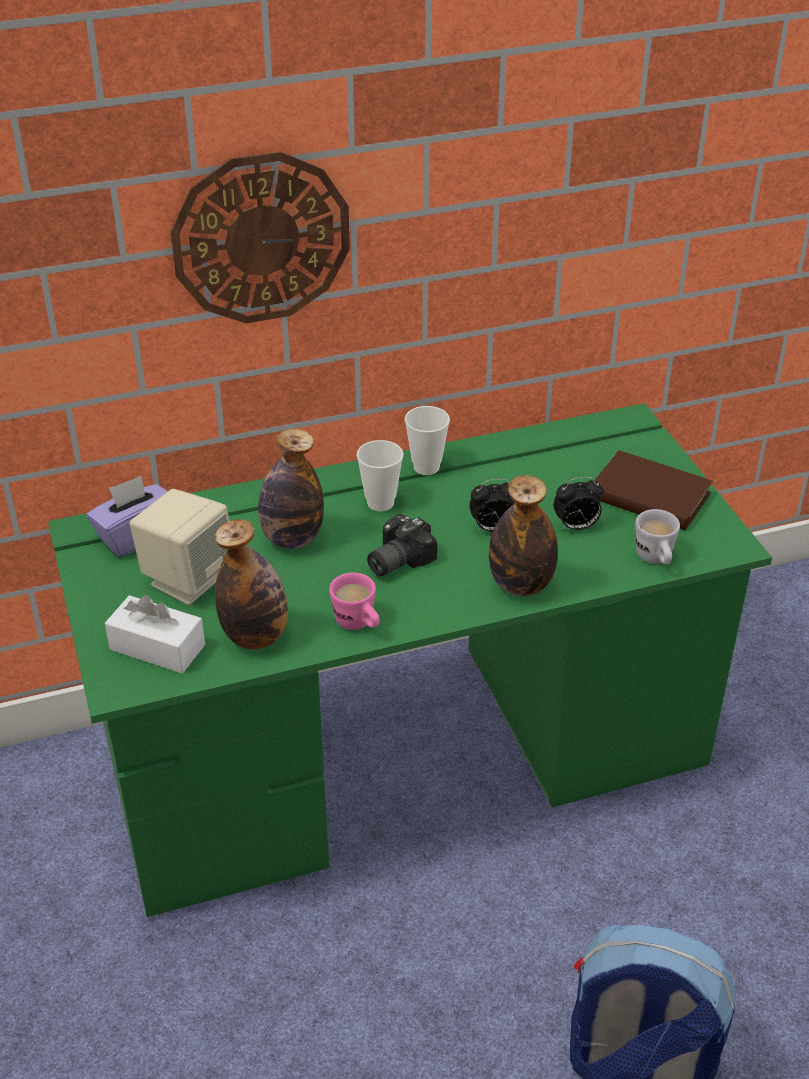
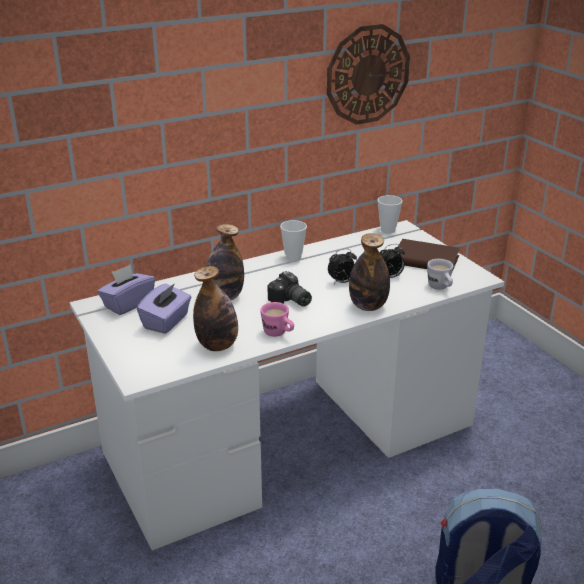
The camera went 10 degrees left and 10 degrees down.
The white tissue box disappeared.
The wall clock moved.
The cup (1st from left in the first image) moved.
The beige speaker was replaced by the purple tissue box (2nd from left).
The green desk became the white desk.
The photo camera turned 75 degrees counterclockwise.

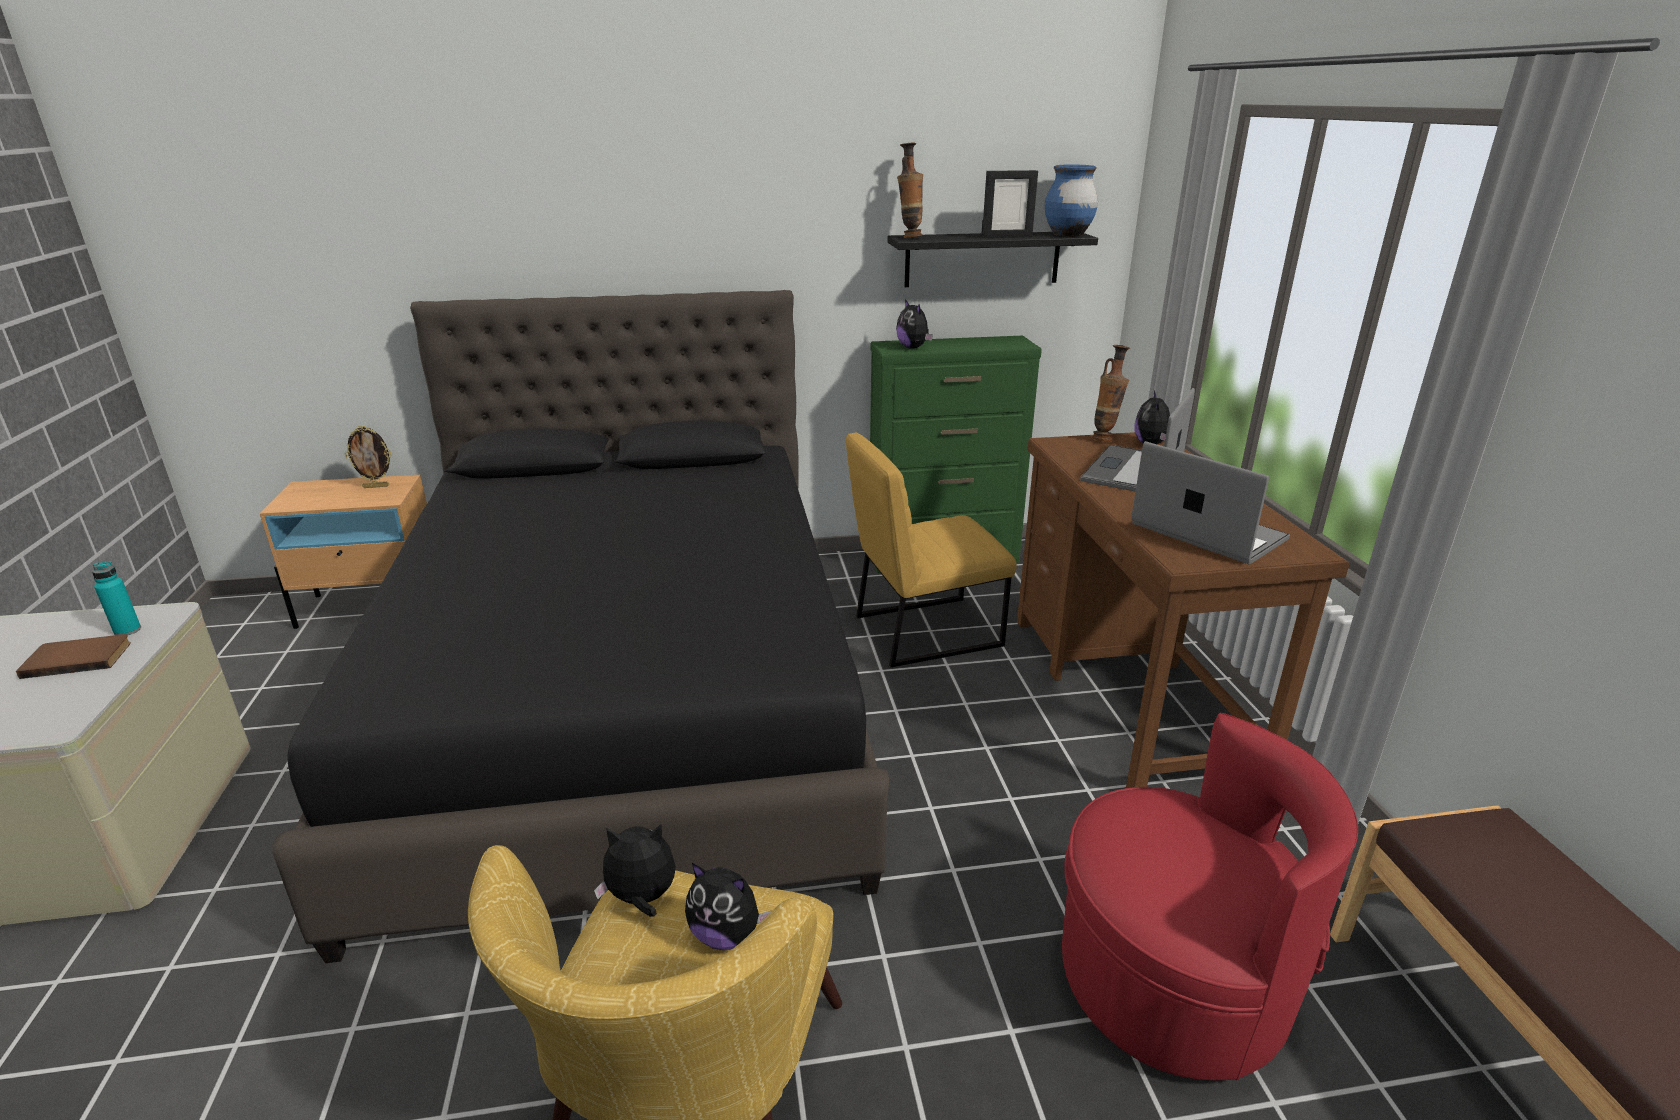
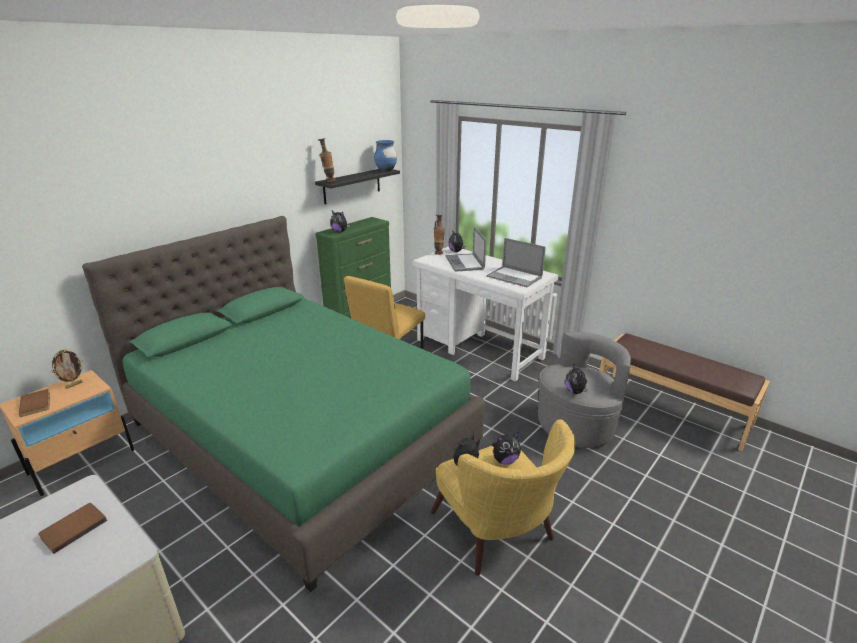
The camera went 40 degrees left and 0 degrees up.
The turquoise bottle disappeared.
The picture frame (2nd from left) disappeared.
The brown book (1st from left) appeared.
The plush toy (5th from left) appeared.
The black bed became the green bed.
The brown desk became the white desk.
The red armchair became the grey armchair.
The laptop (2nd from left) turned 150 degrees counterclockwise.

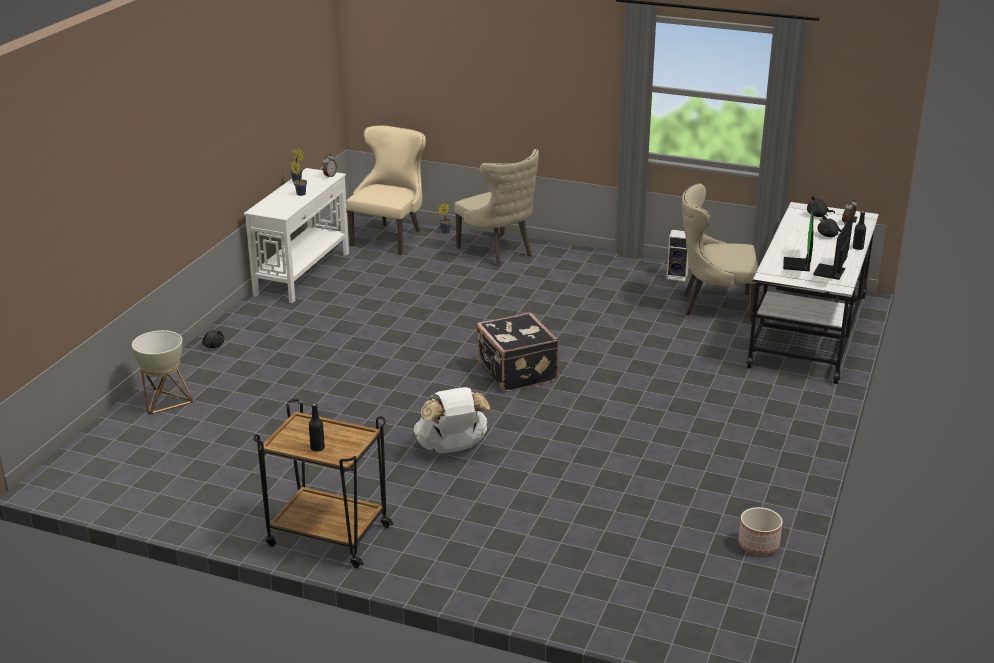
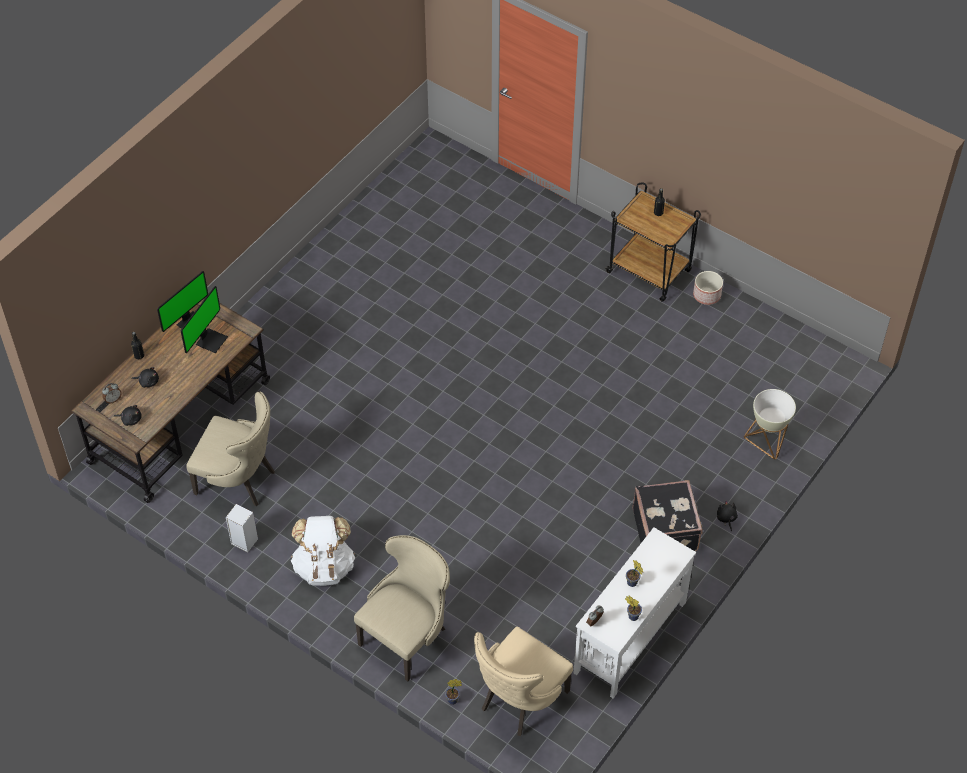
The camera went 165 degrees left and 25 degrees up.
The white backpack moved.
The black suitcase moved.
The planter (2nd from left in the first image) moved.
The white desk became the brown desk.
The beige chair (2nd from left) turned 60 degrees clockwise.

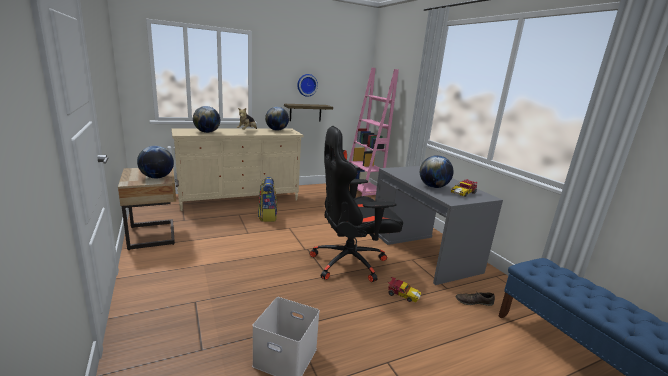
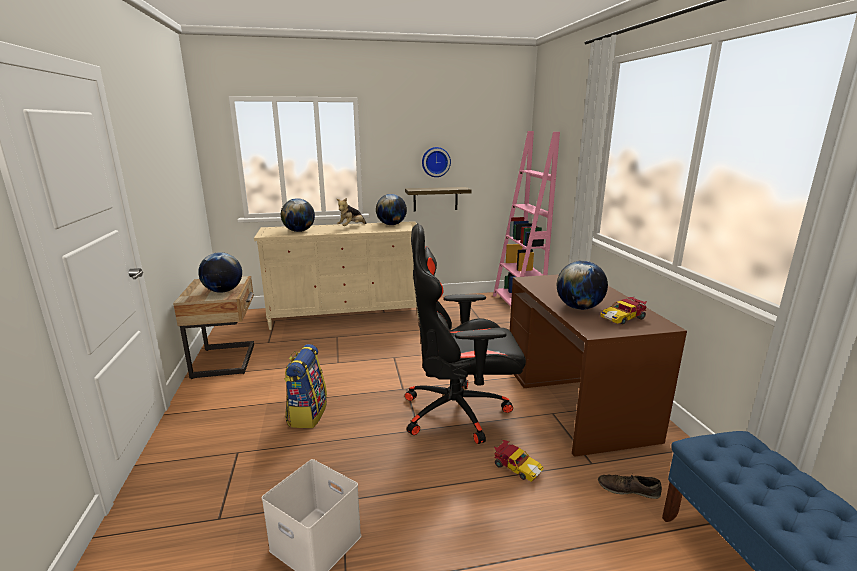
The camera went 15 degrees right and 0 degrees up.
The backpack moved.
The grey desk became the brown desk.

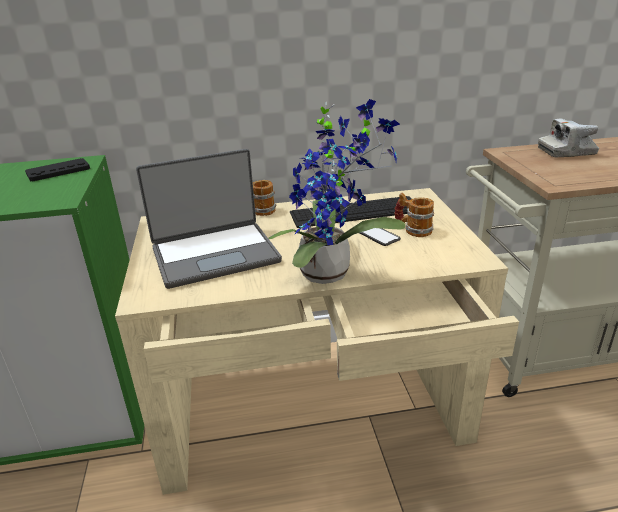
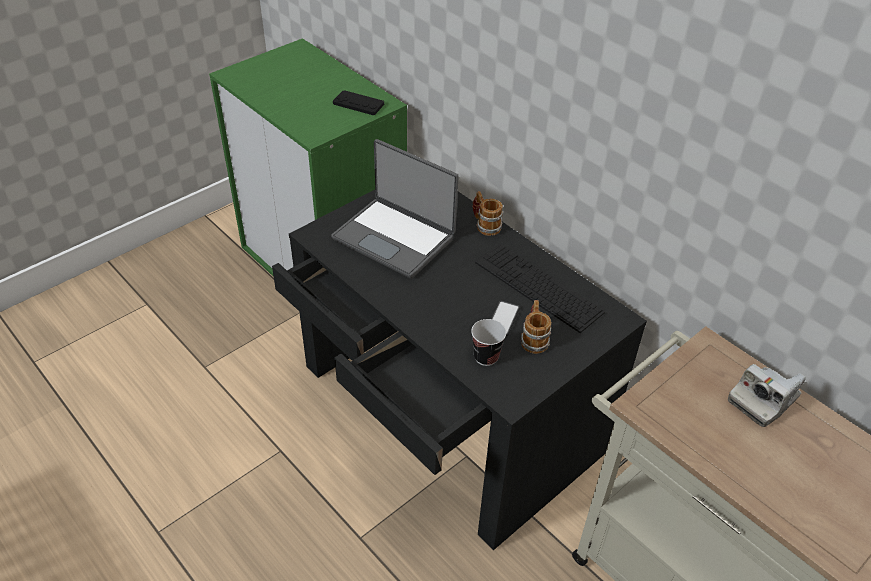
The camera went 55 degrees right and 15 degrees up.
The potted plant disappeared.
The cup appeared.
The beige desk became the black desk.
The photo camera turned 90 degrees counterclockwise.

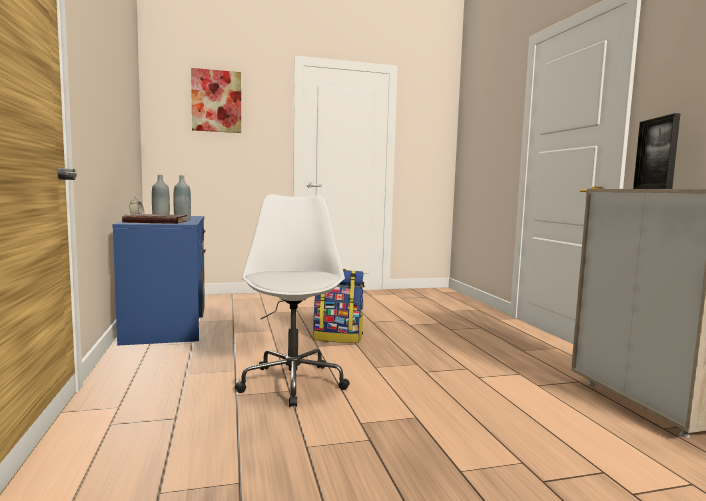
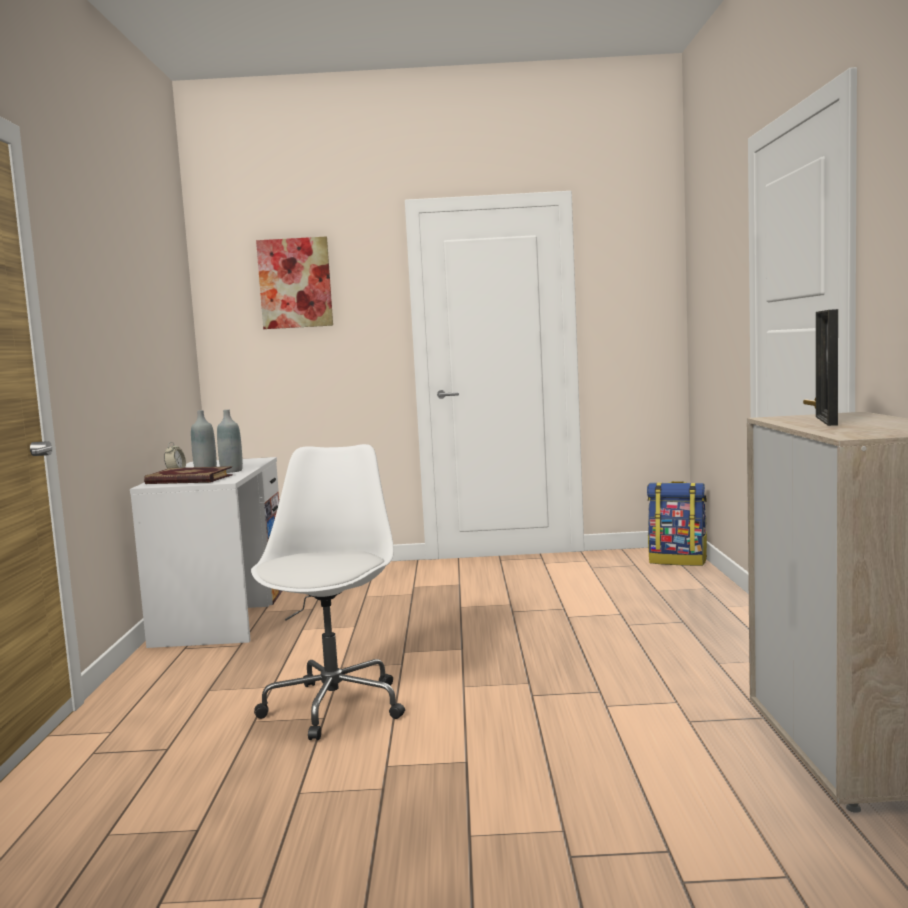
The camera went 15 degrees right and 0 degrees up.
The backpack moved.
The blue desk became the white desk.

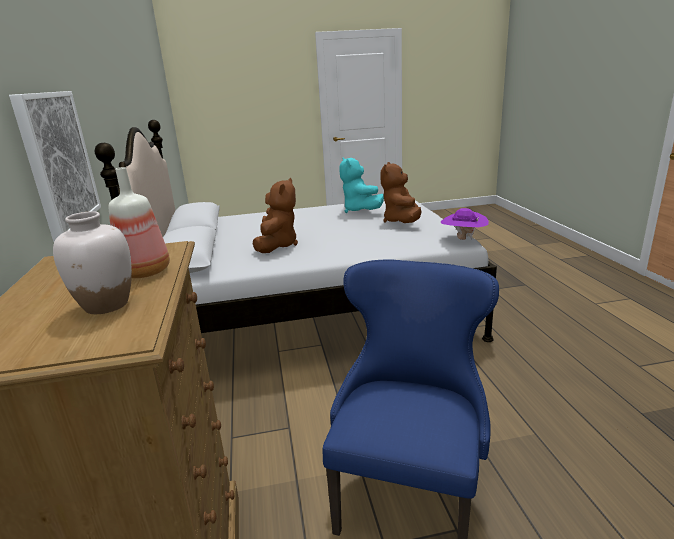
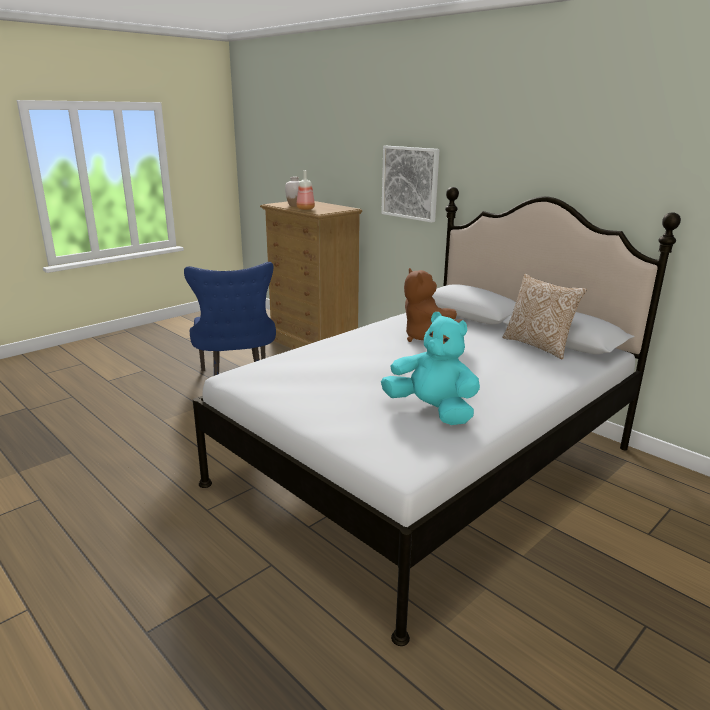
The camera went 145 degrees right and 0 degrees up.
The brown plush toy (2nd from left) disappeared.
The purple hat disappeared.
The pillow appeared.

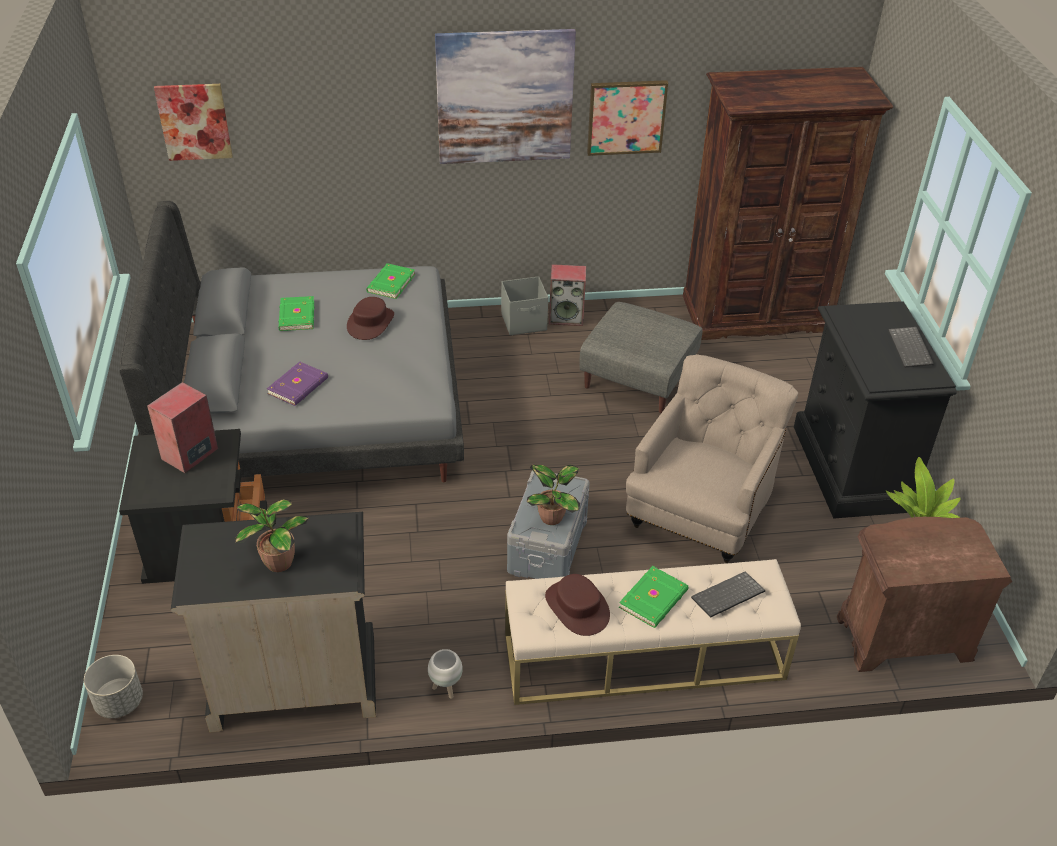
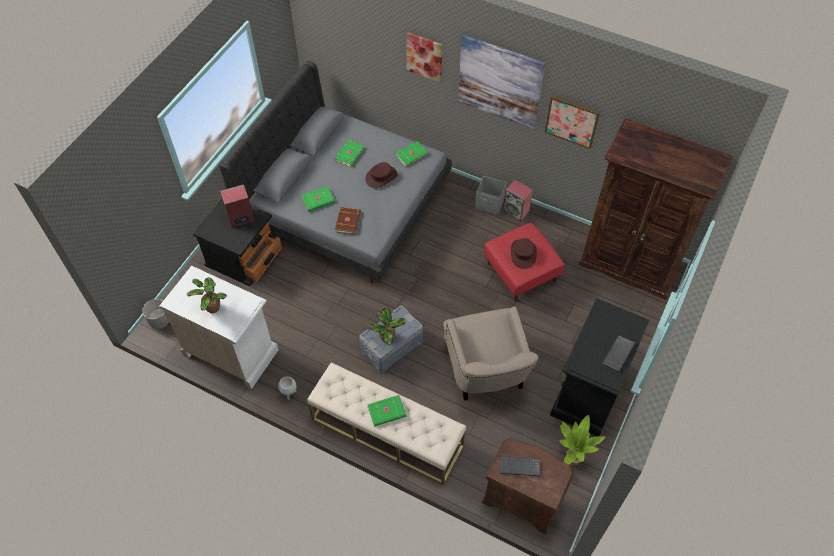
The camera went 35 degrees right and 15 degrees up.
The brown book appeared.
The picture (1st from left) moved.
The brown hat (2nd from left) moved.
The keyboard (1st from left) moved.
The black dresser (1st from left) became the white dresser.
The purple book became the green book (1st from left).
The grey ottoman became the red ottoman.
The beige armchair turned 105 degrees clockwise.

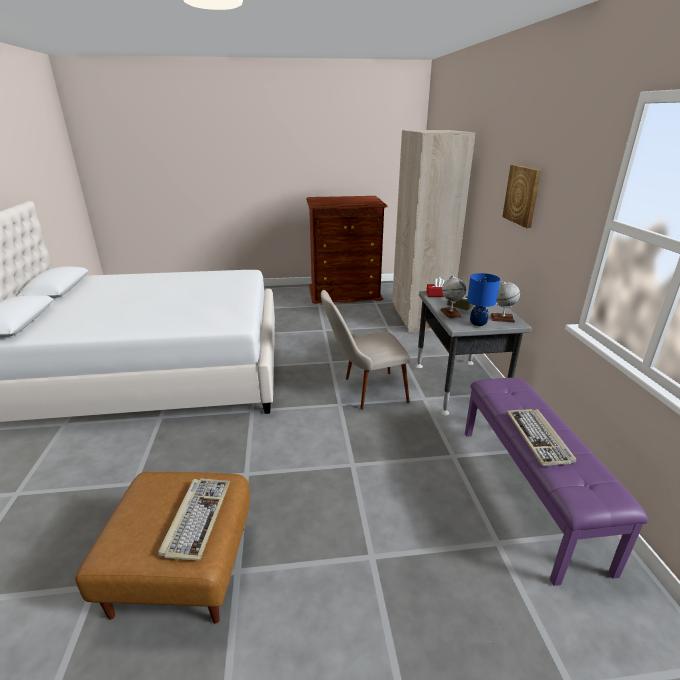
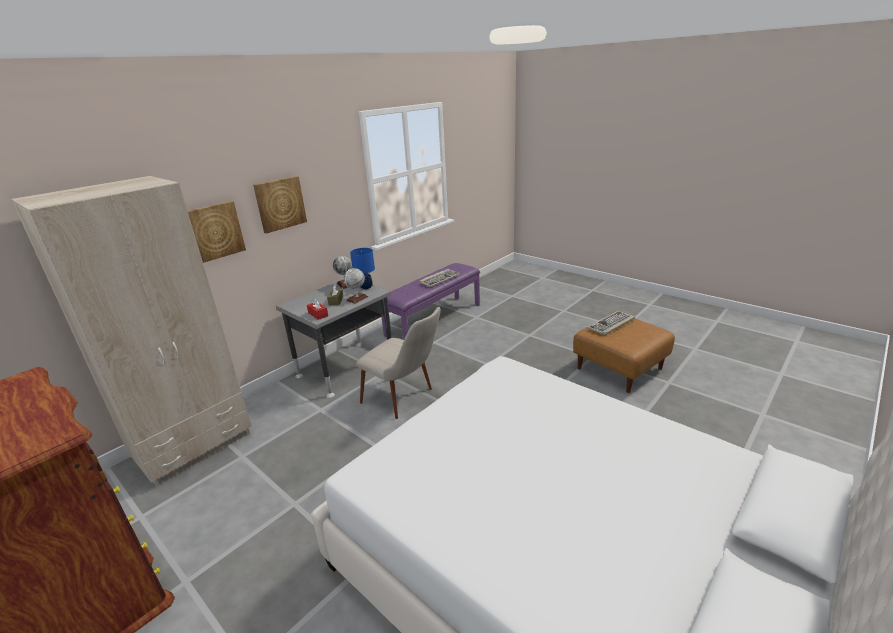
The camera went 130 degrees left and 0 degrees up.
The picture (1st from left) appeared.

